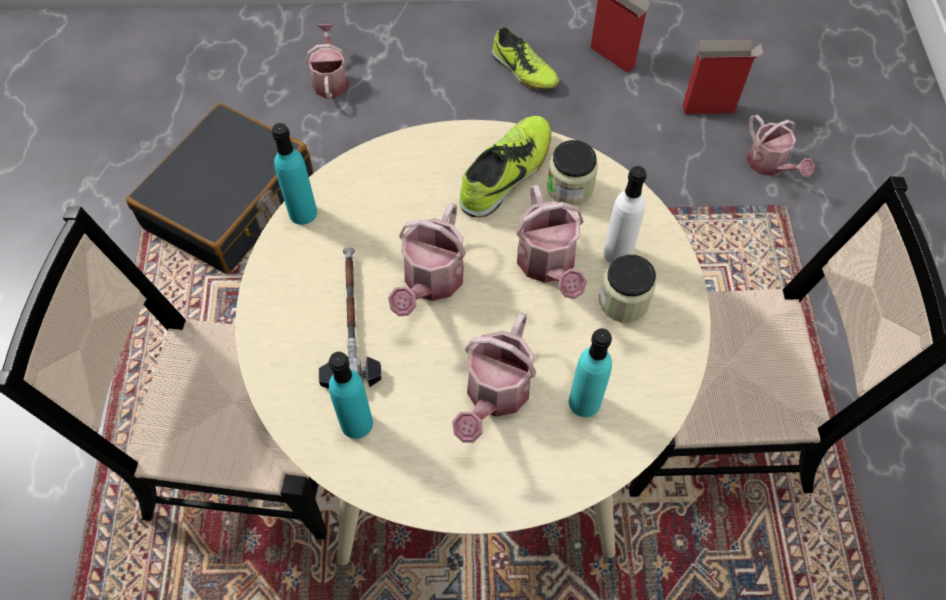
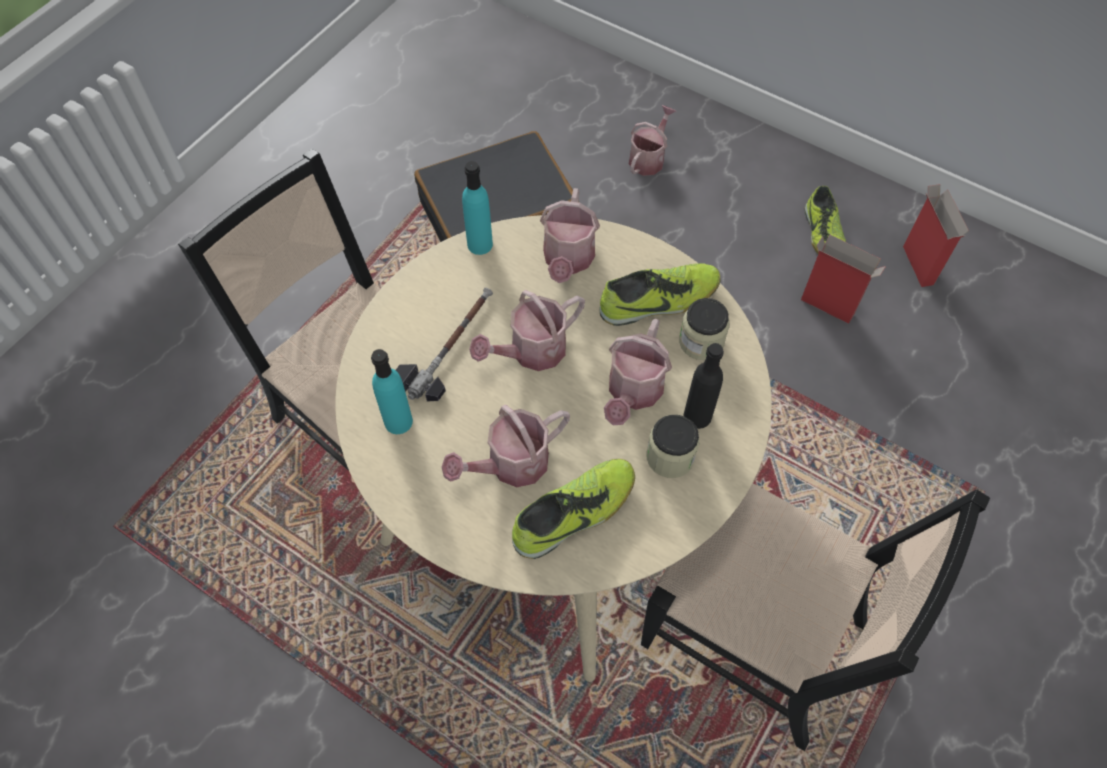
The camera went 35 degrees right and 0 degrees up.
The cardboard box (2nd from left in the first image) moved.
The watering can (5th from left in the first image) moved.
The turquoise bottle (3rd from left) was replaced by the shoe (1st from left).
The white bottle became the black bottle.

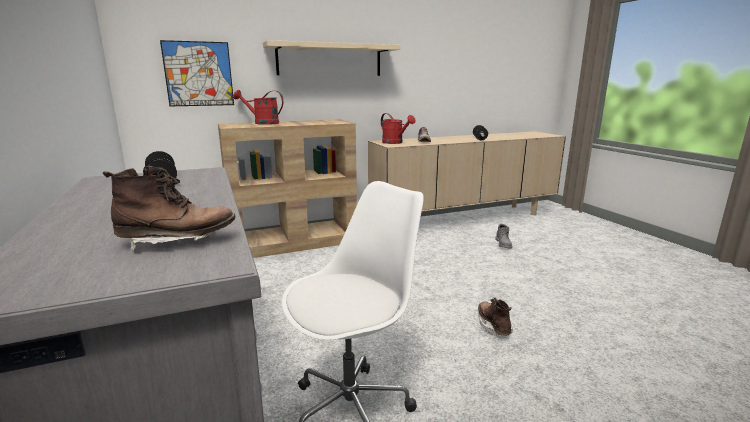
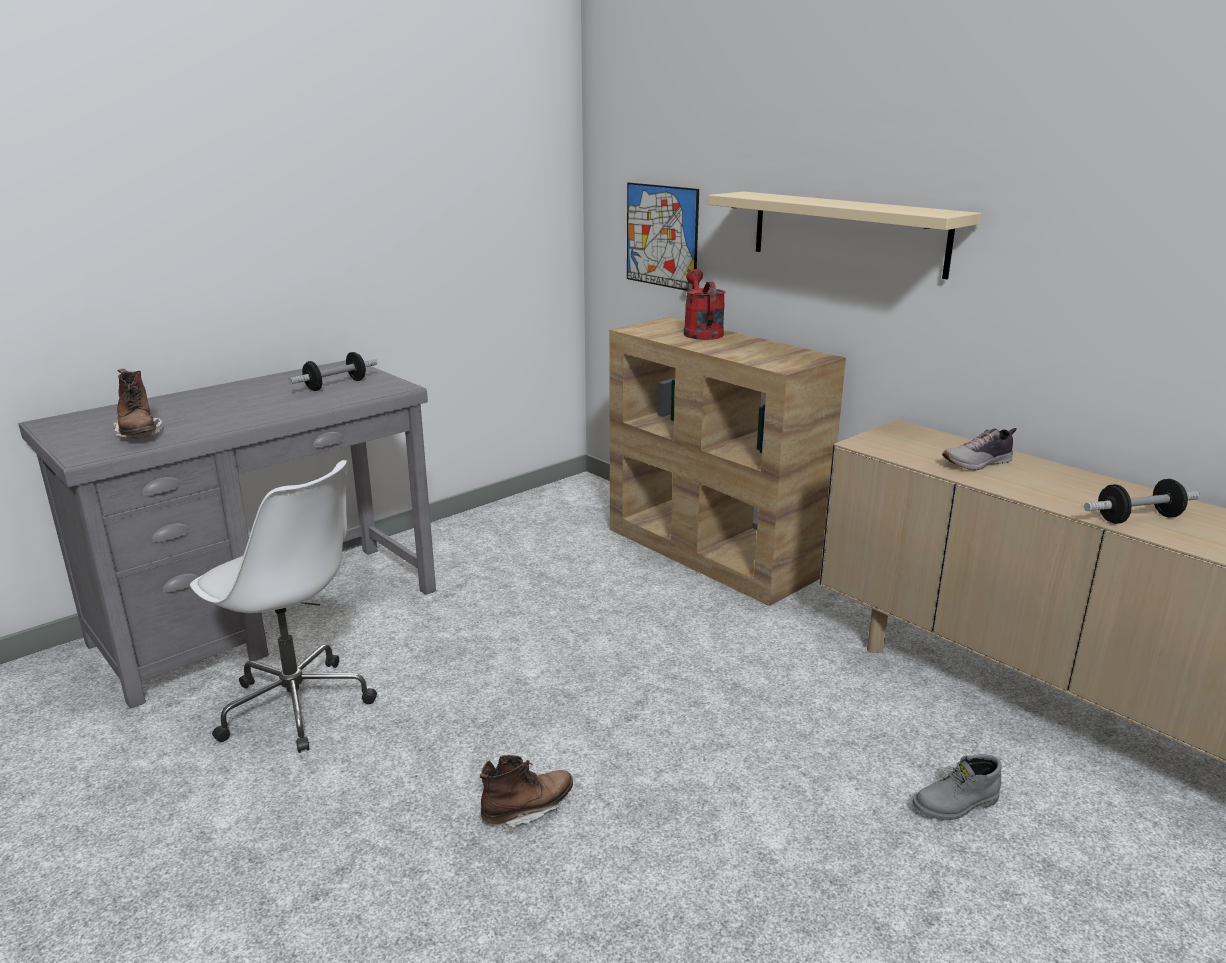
The camera went 70 degrees right and 5 degrees up.
The red watering can (2nd from left) disappeared.

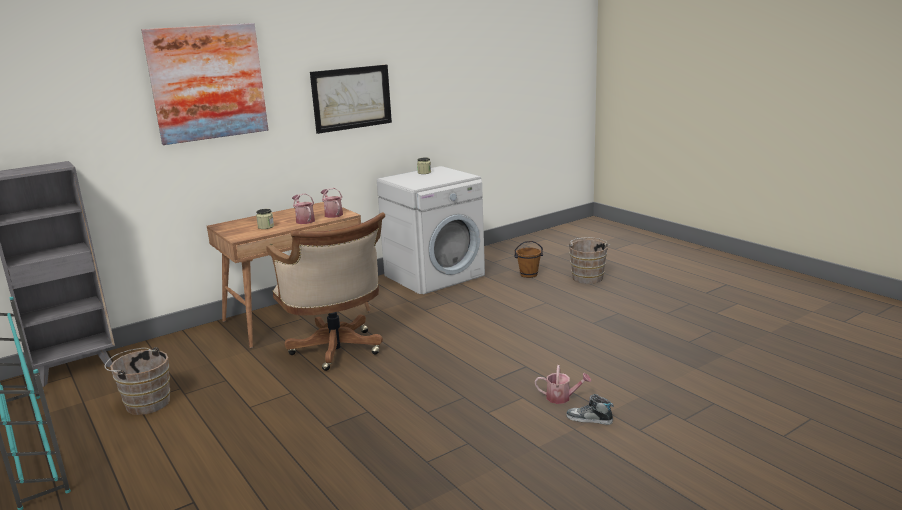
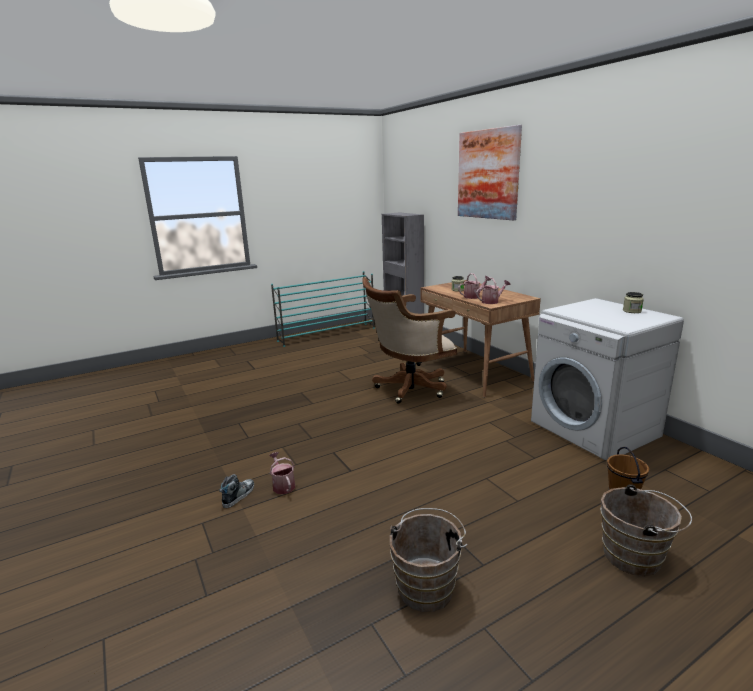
The camera went 95 degrees right and 0 degrees up.
The picture (2nd from left) disappeared.
The brown bucket (1st from left) moved.
The watering can (3rd from left in the first image) turned 135 degrees clockwise.

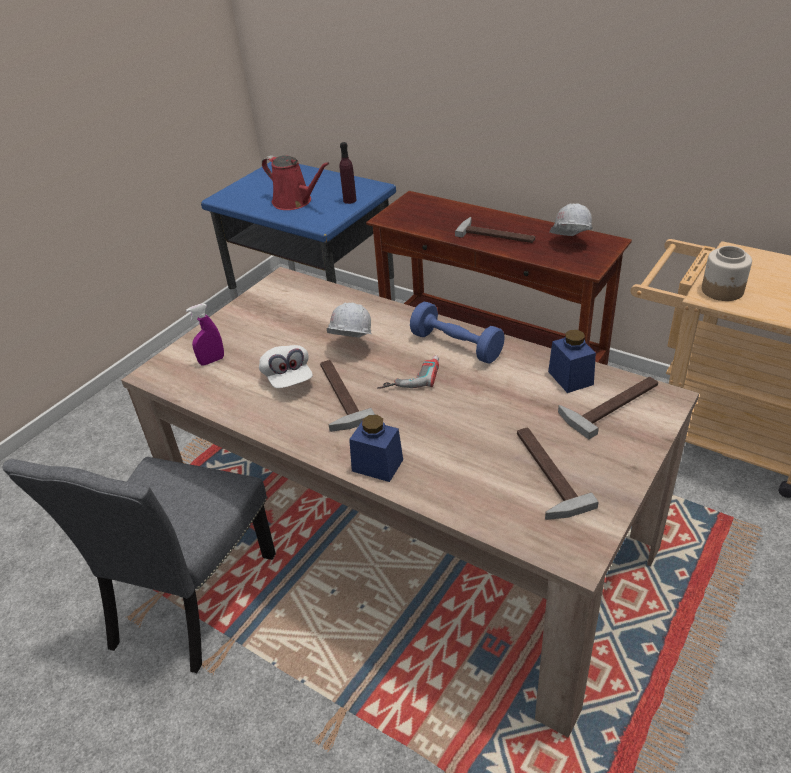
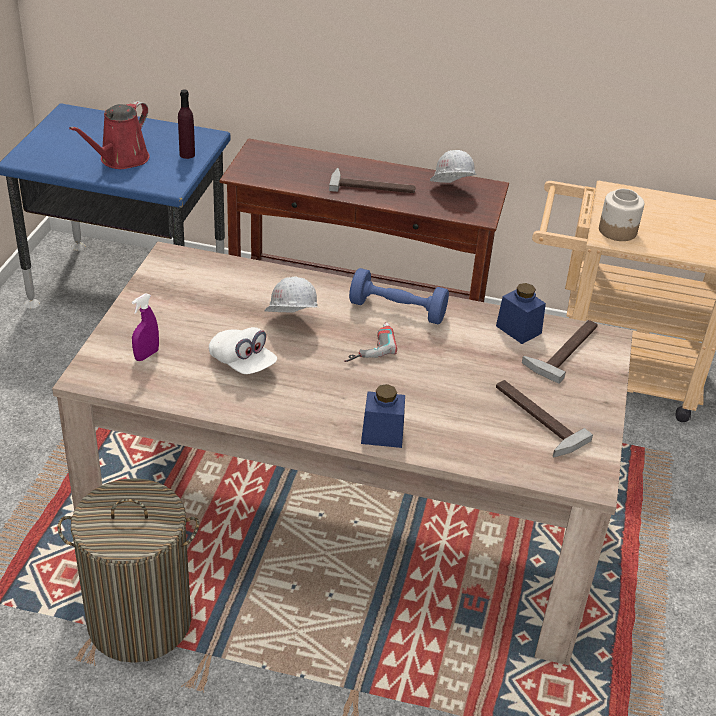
The camera went 25 degrees left and 0 degrees up.
The hammer (1st from left) disappeared.
The grey chair was replaced by the laundry basket.
The red watering can turned 105 degrees clockwise.

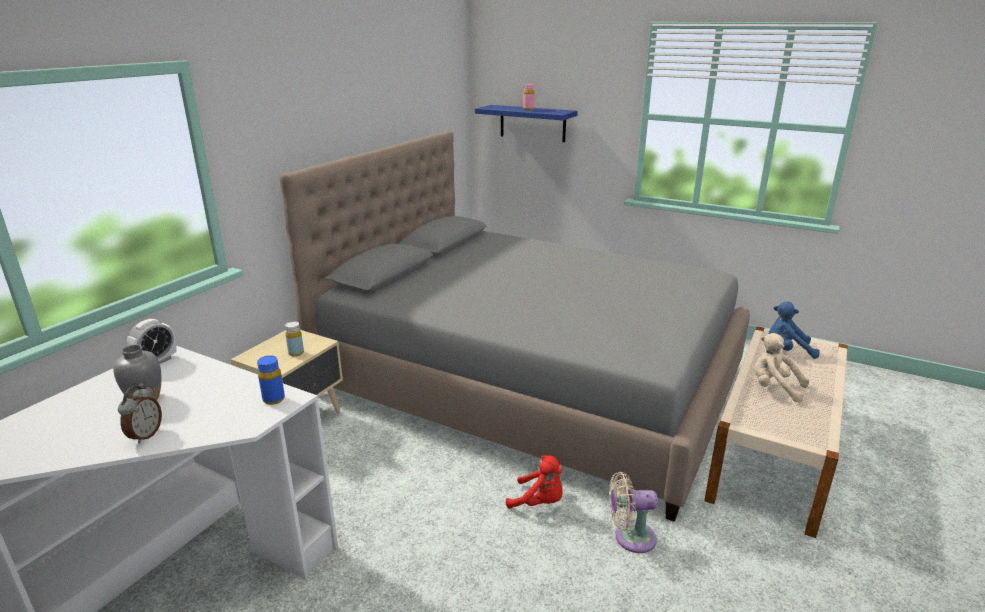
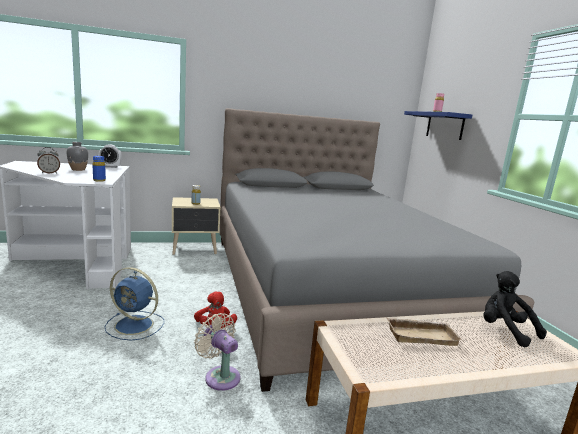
The camera went 45 degrees right and 10 degrees down.
The blue fan appeared.
The beige plush toy was replaced by the beige tray.
The blue plush toy became the black plush toy.

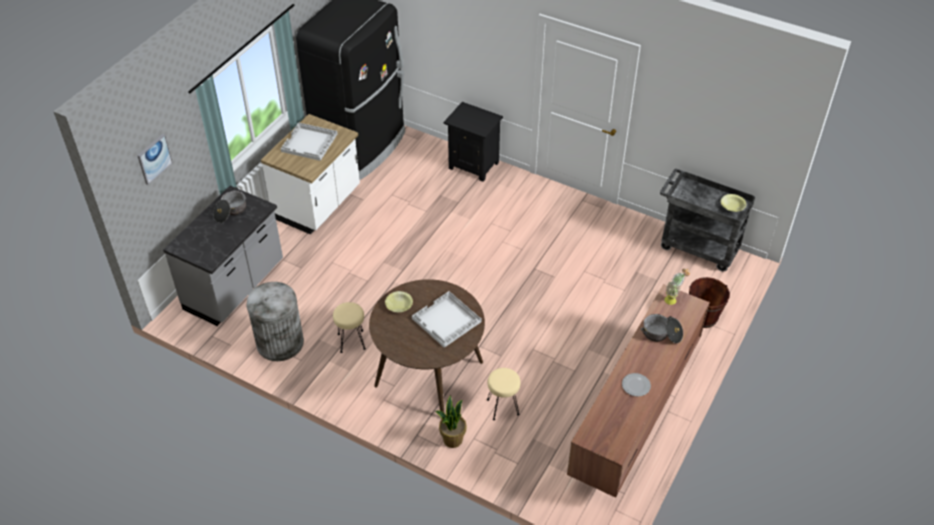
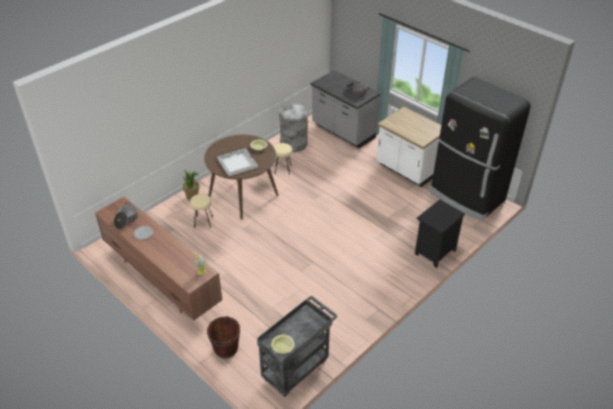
The camera went 105 degrees right and 5 degrees down.
The picture disappeared.
The white tray (1st from left) disappeared.
The cooking pot (2nd from left in the first image) moved.

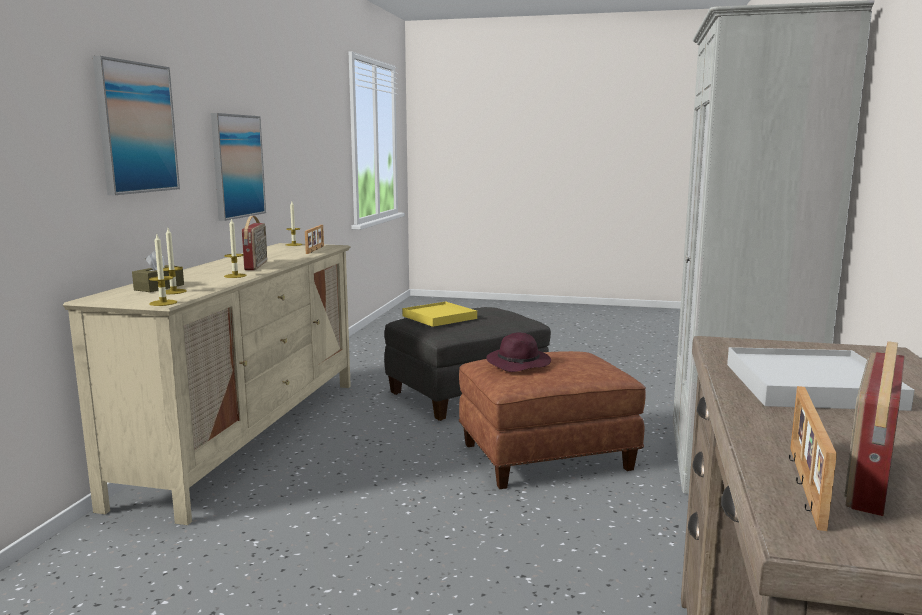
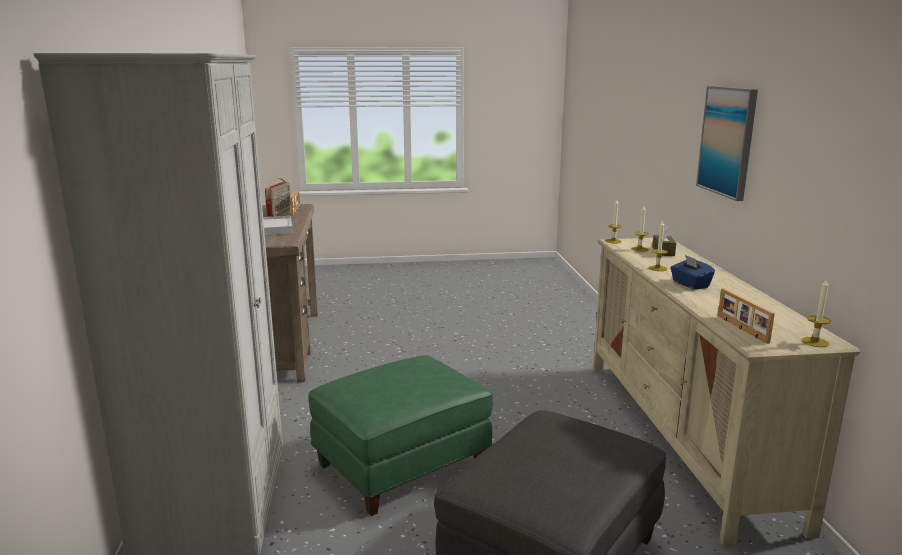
The camera went 160 degrees right and 5 degrees up.
The picture (2nd from left) disappeared.
The yellow tray disappeared.
The purple hat disappeared.
The radio (1st from left) was replaced by the blue tissue box.
The brown ottoman became the green ottoman.

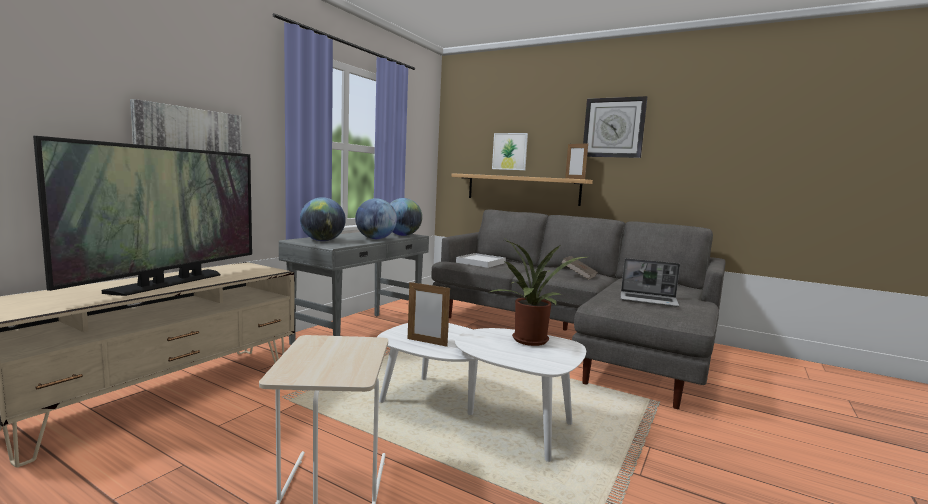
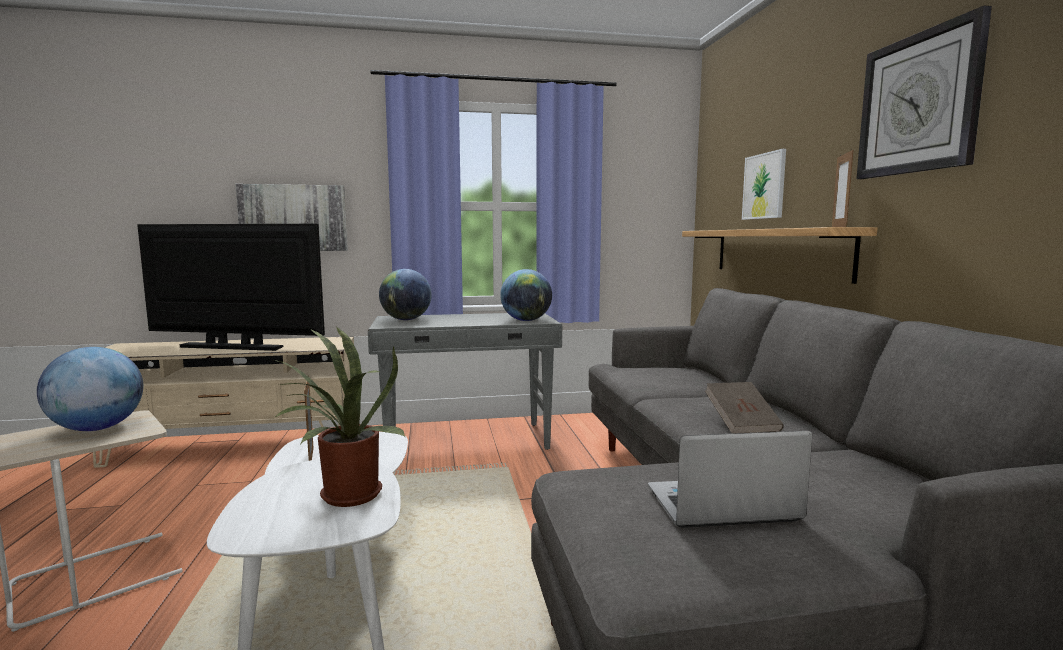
The camera went 50 degrees right and 0 degrees up.
The white tray disappeared.
The globe (2nd from left in the first image) moved.
The television turned 150 degrees counterclockwise.
The laptop turned 105 degrees clockwise.

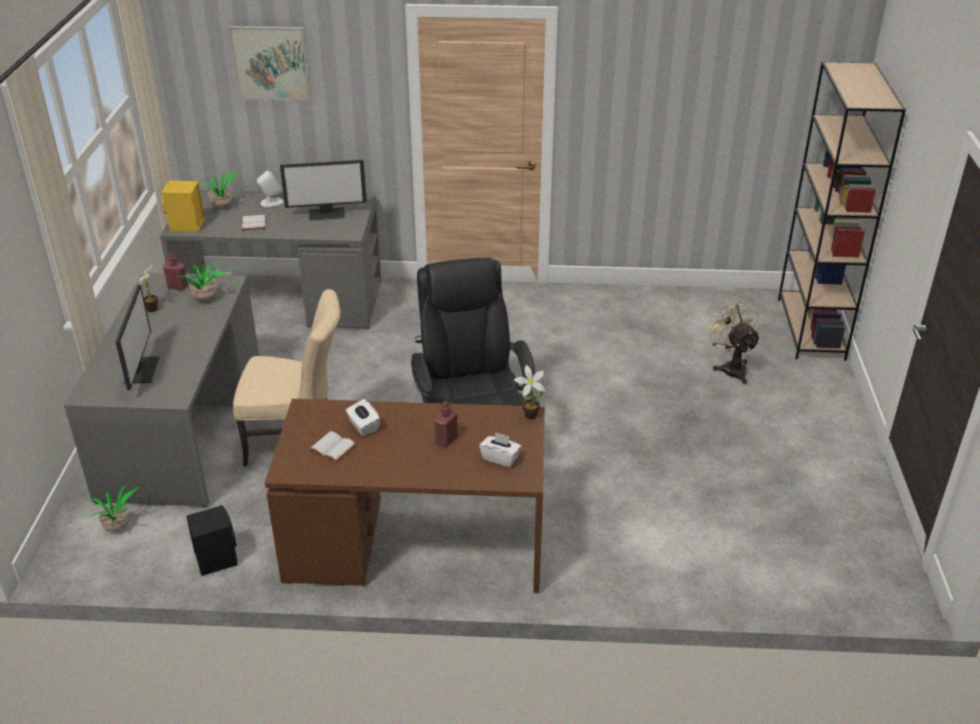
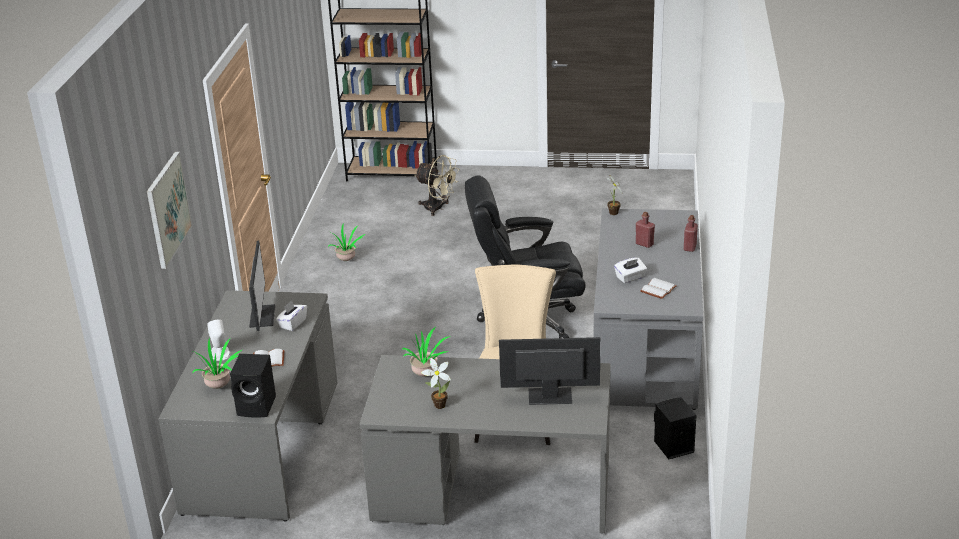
The camera went 85 degrees left and 5 degrees down.
The potted plant (1st from left in the first image) moved.
The red bottle (1st from left in the first image) moved.
The white tissue box (2nd from left in the first image) moved.
The yellow speaker became the black speaker (1st from left).
The brown desk became the grey desk (3rd from left).
The beige fan turned 135 degrees counterclockwise.

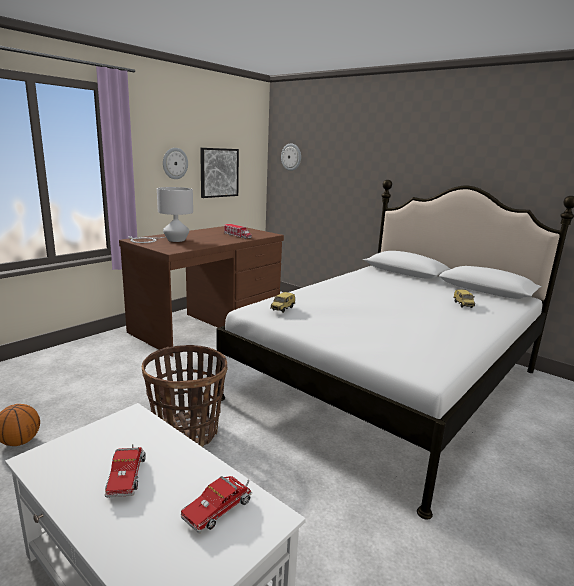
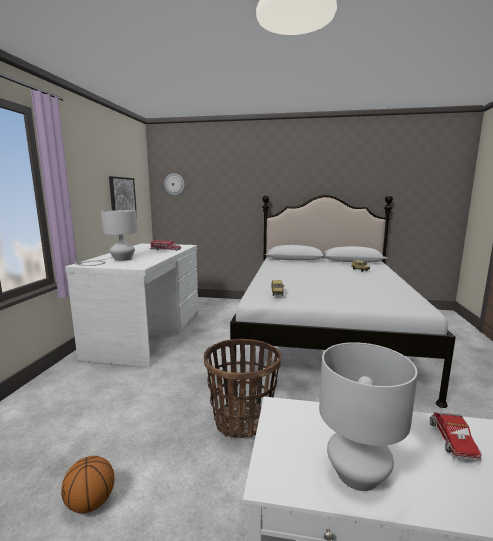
The camera went 30 degrees left and 5 degrees down.
The wall clock (1st from left) disappeared.
The toy truck (1st from left) was replaced by the grey table lamp (2nd from left).
The brown desk became the white desk.

